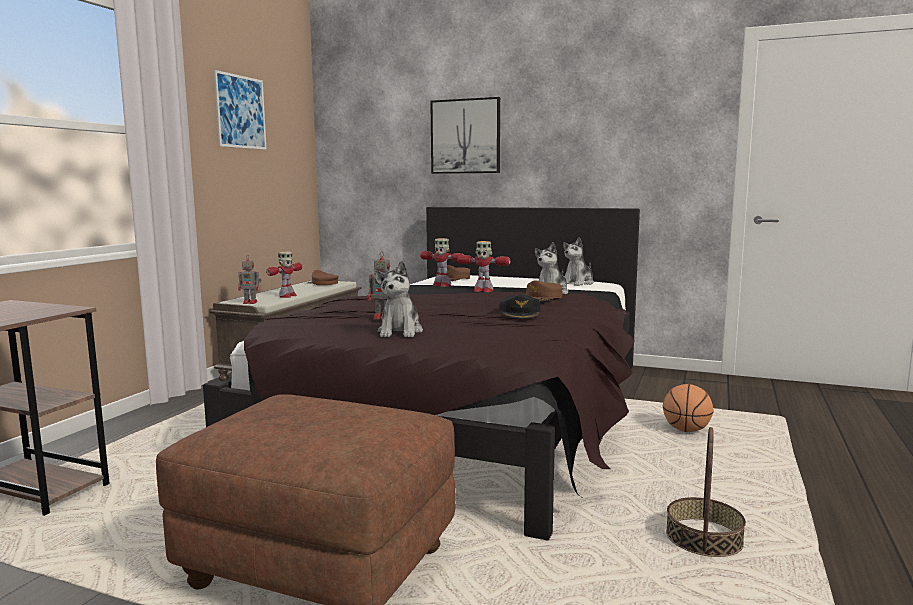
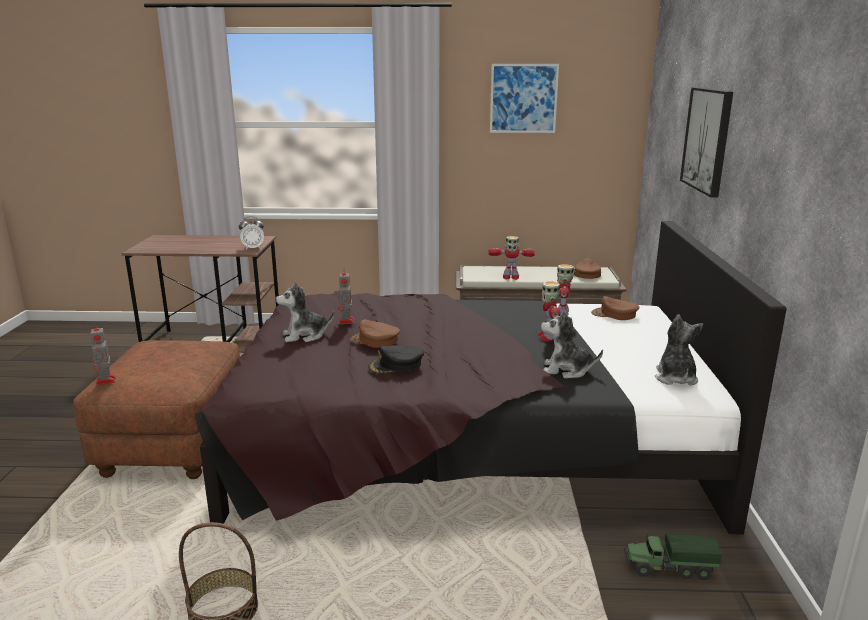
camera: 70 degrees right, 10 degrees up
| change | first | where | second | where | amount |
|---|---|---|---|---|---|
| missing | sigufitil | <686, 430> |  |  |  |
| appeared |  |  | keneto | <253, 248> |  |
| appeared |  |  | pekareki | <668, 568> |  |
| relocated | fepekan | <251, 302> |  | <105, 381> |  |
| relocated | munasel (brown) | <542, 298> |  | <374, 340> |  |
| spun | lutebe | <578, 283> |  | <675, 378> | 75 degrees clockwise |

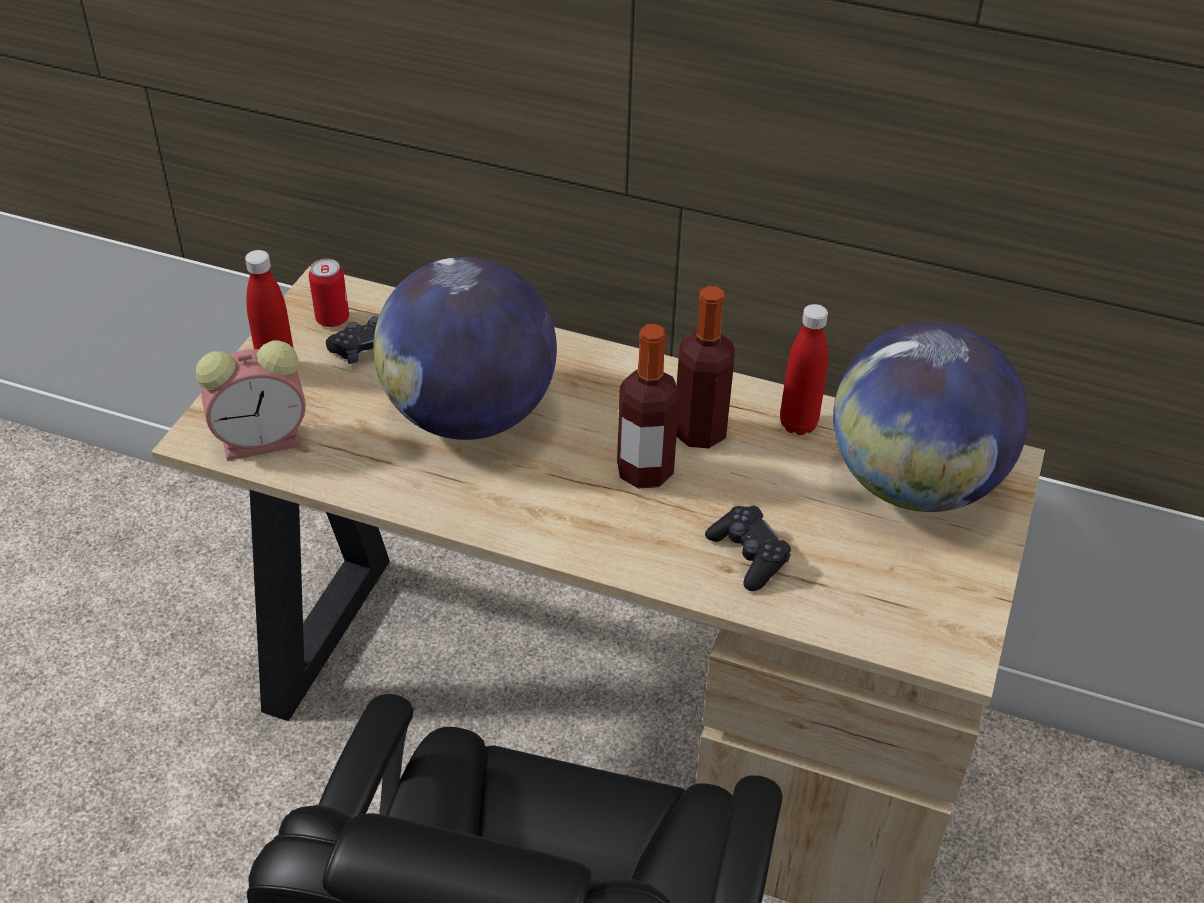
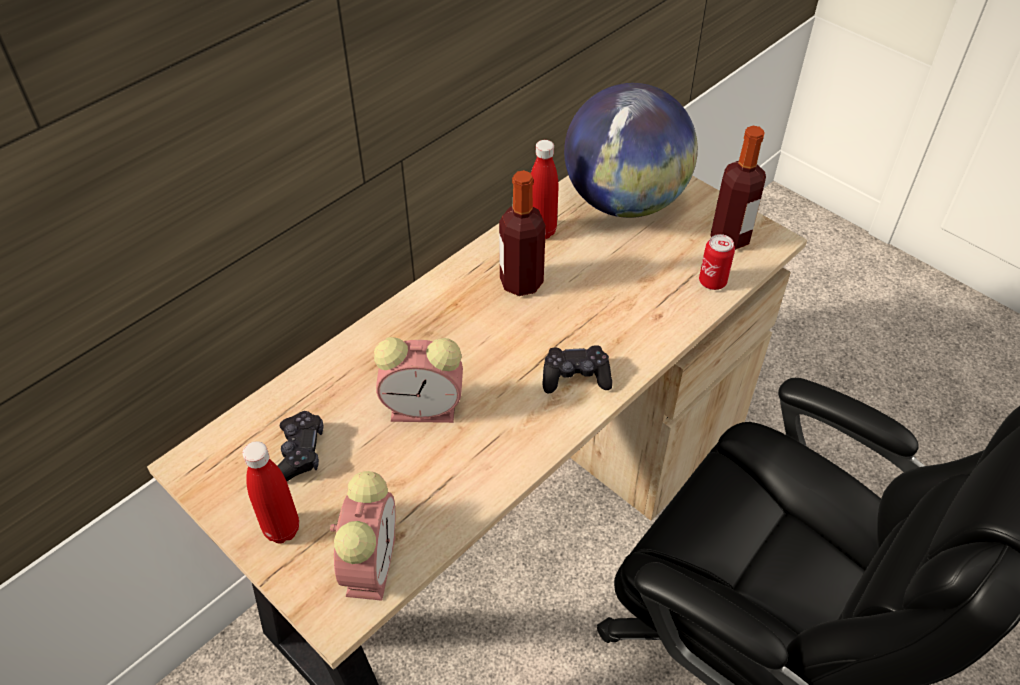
camera: 65 degrees left, 5 degrees up
| change | first | where | second | where | amount |
|---|---|---|---|---|---|
| relocated | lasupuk | <332, 319> |  | <712, 282> |  |
| relocated | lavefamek | <645, 471> |  | <730, 237> |  |
| relocated | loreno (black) | <748, 555> |  | <575, 377> |  |
| exchanged | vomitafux | <469, 415> | keneto | <426, 408> |  |

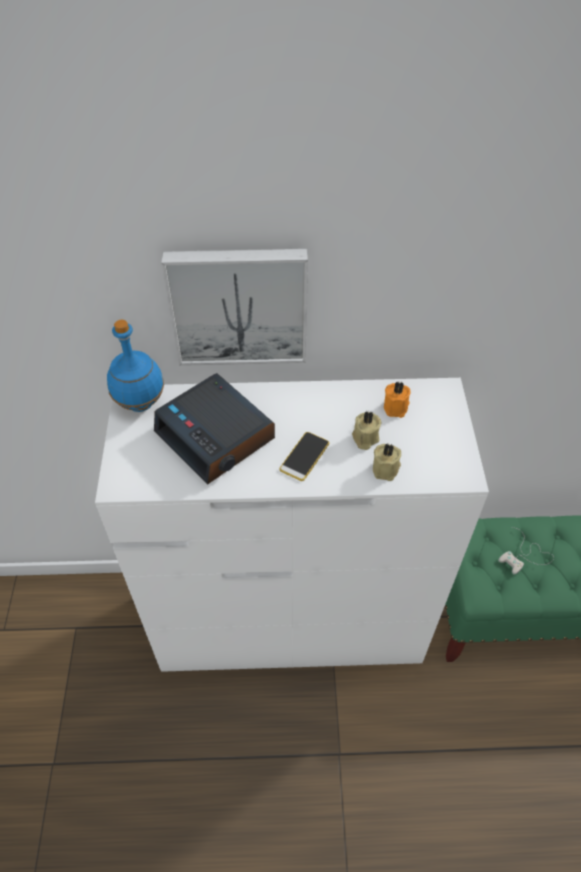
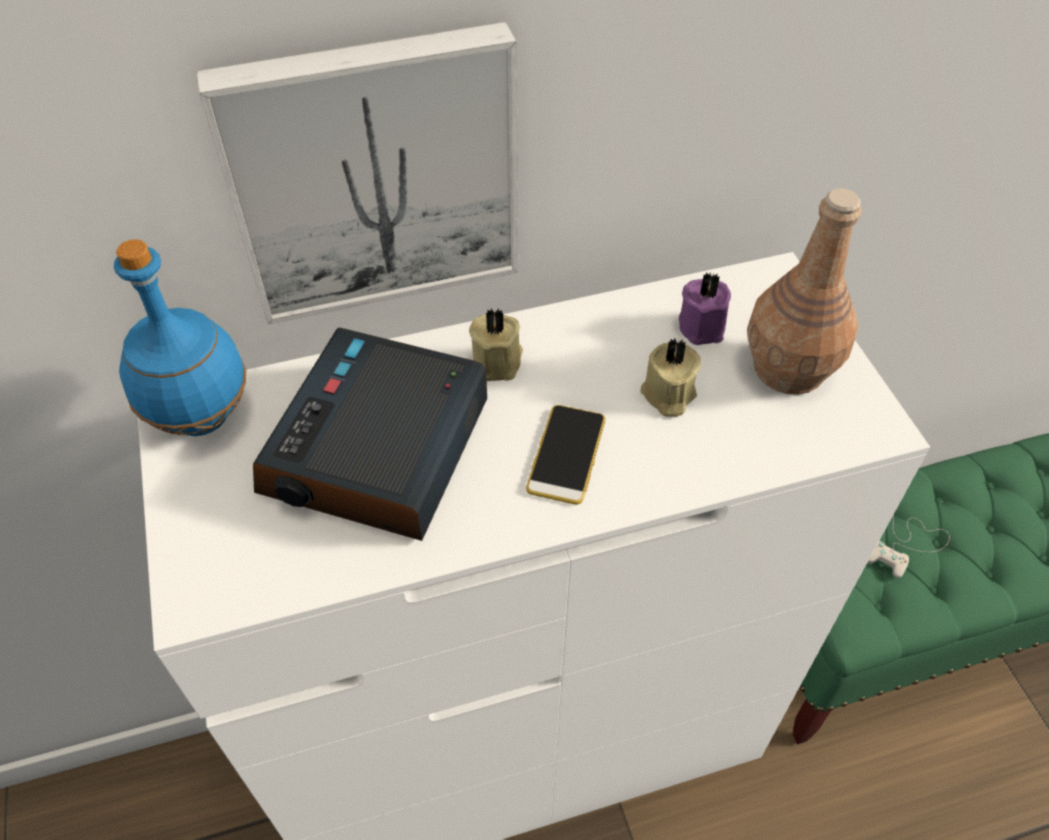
camera: 15 degrees left, 0 degrees up
| change | first | where | second | where | amount |
|---|---|---|---|---|---|
| appeared |  |  | lavefamek (brown) | <790, 369> |  |
| relocated | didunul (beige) | <386, 469> |  | <499, 361> |  |
| colour | didunul (orange) | <396, 407> | didunul (purple) | <703, 326> |  |
| spun | keneto | <216, 436> |  | <378, 450> | 75 degrees clockwise |

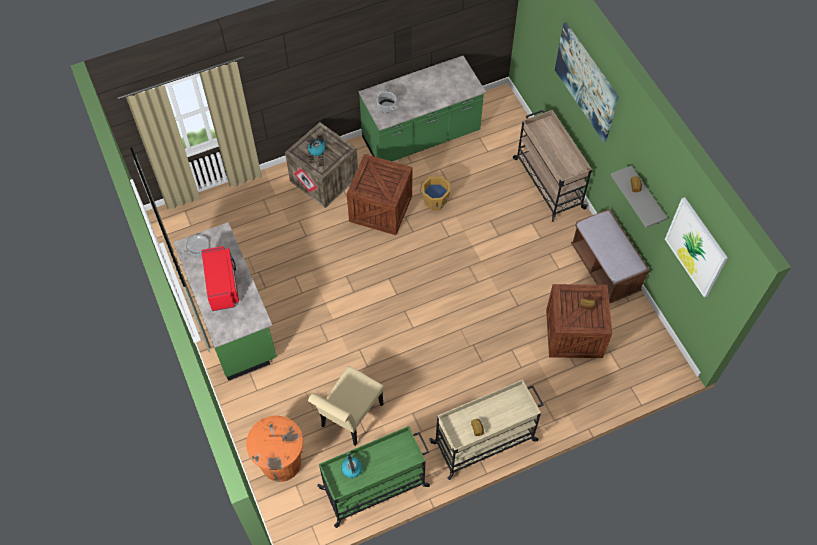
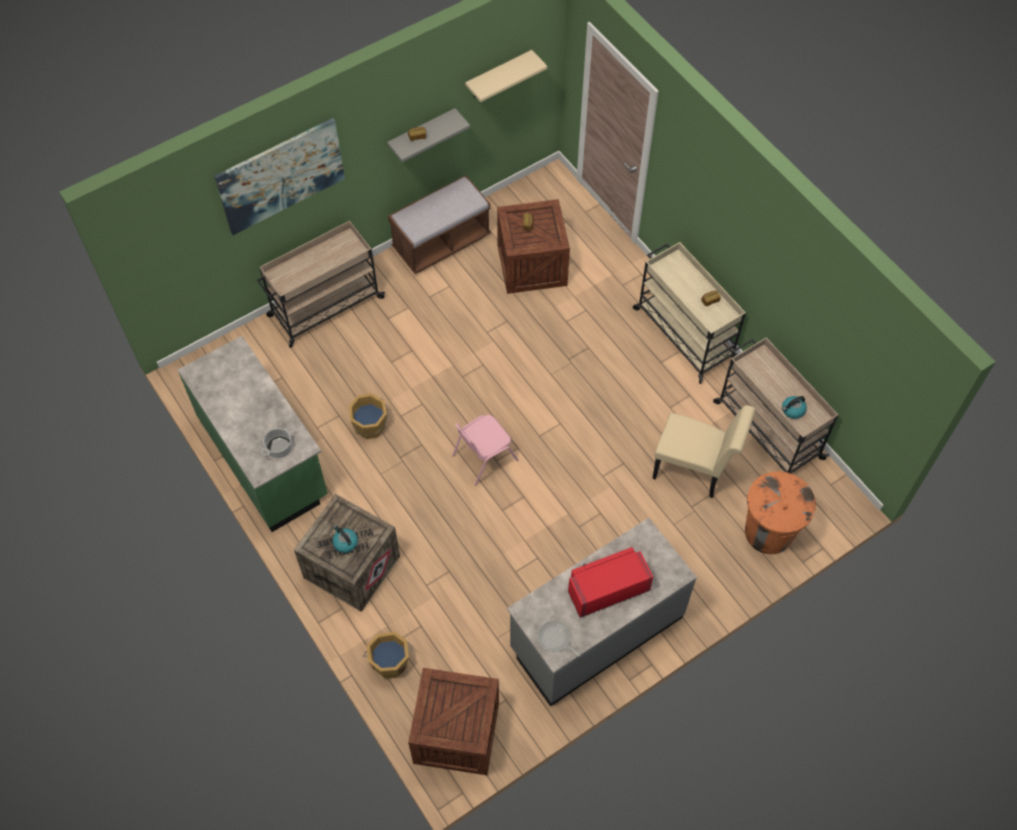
camera: 100 degrees left, 0 degrees up
| change | first | where | second | where | amount |
|---|---|---|---|---|---|
| appeared |  |  | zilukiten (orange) | <390, 662> |  |
| appeared |  |  | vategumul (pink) | <483, 457> |  |
| relocated | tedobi | <379, 209> |  | <457, 734> |  |
| exchanged | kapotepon | <696, 247> | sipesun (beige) | <498, 75> |  |
| colour | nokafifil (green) | <234, 320> | nokafifil (grey) | <596, 632> |  |
| colour | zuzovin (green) | <375, 487> | zuzovin (beige) | <767, 429> |  |

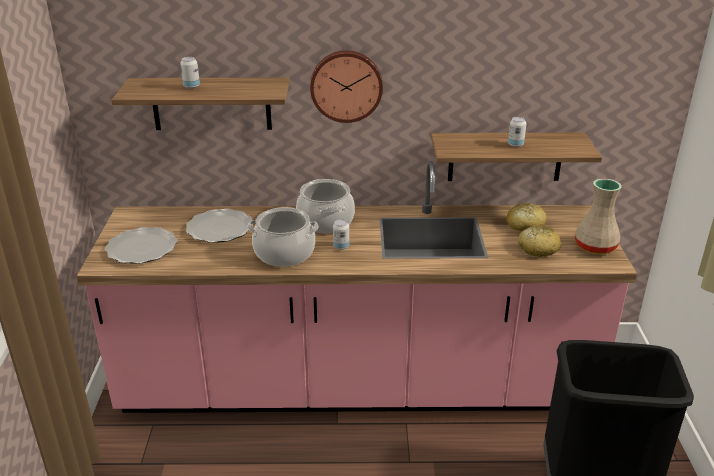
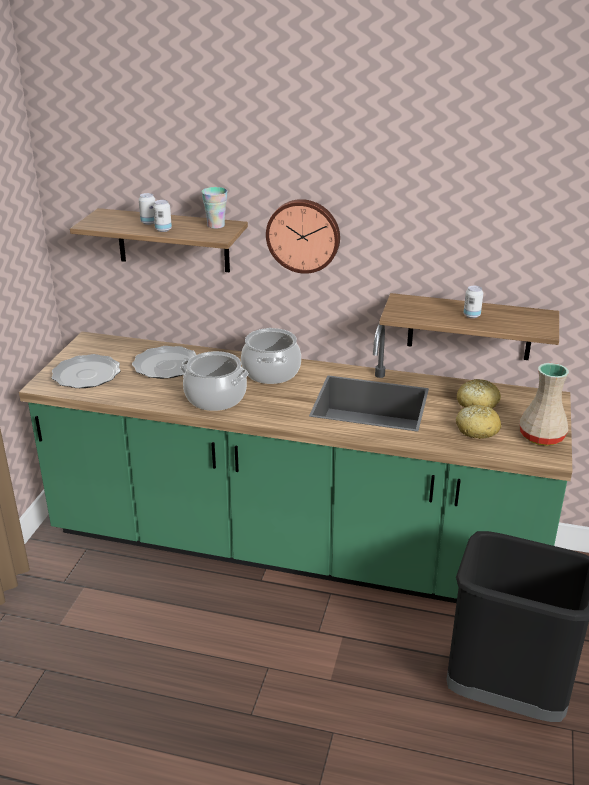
camera: 15 degrees right, 0 degrees up
| change | first | where | second | where | amount |
|---|---|---|---|---|---|
| appeared |  |  | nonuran | <216, 225> |  |
| relocated | lasupuk | <341, 246> |  | <163, 230> |  |
| colour | nokafifil (pink) | <357, 388> | nokafifil (green) | <294, 549> |  |

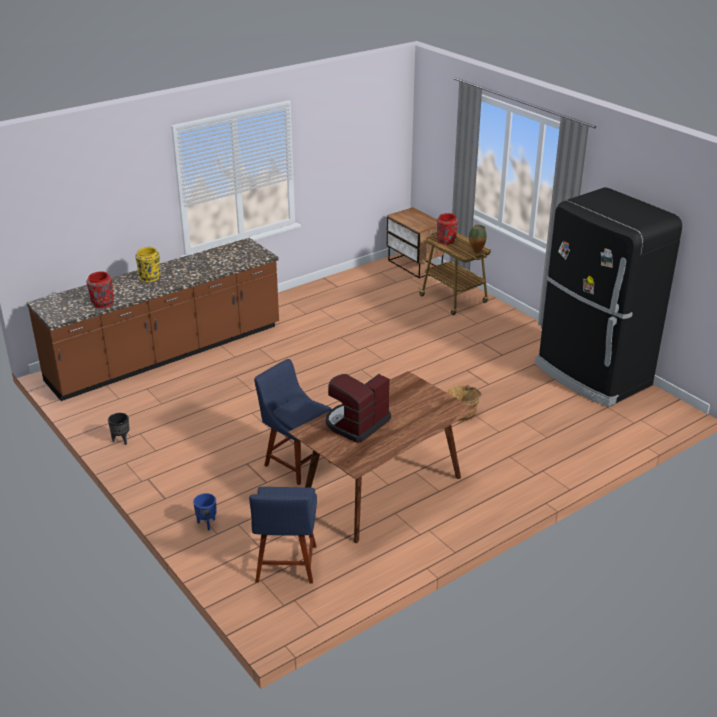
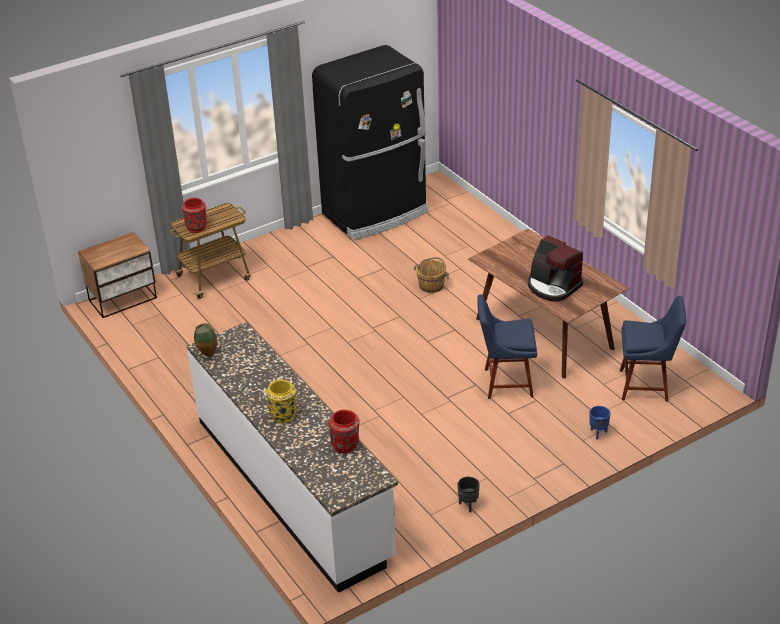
camera: 85 degrees left, 5 degrees up
| change | first | where | second | where | amount |
|---|---|---|---|---|---|
| relocated | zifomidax | <476, 251> |  | <207, 355> |  |
| colour | nokafifil (brown) | <167, 354> | nokafifil (white) | <293, 487> |  |
| spun | vategumul (blue) | <296, 462> |  | <505, 383> | 45 degrees clockwise |

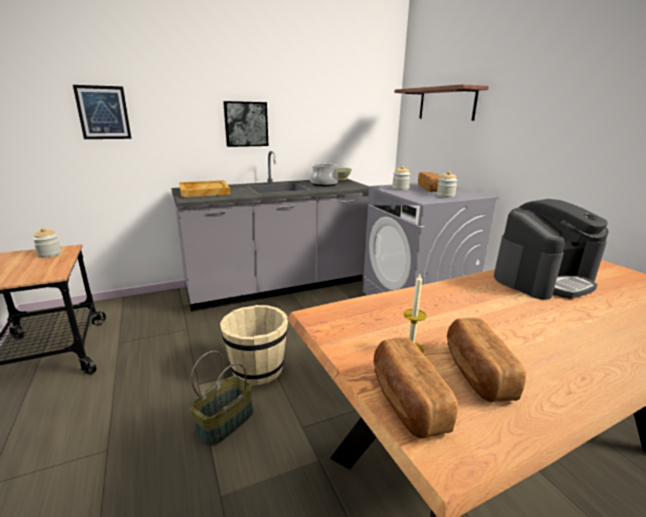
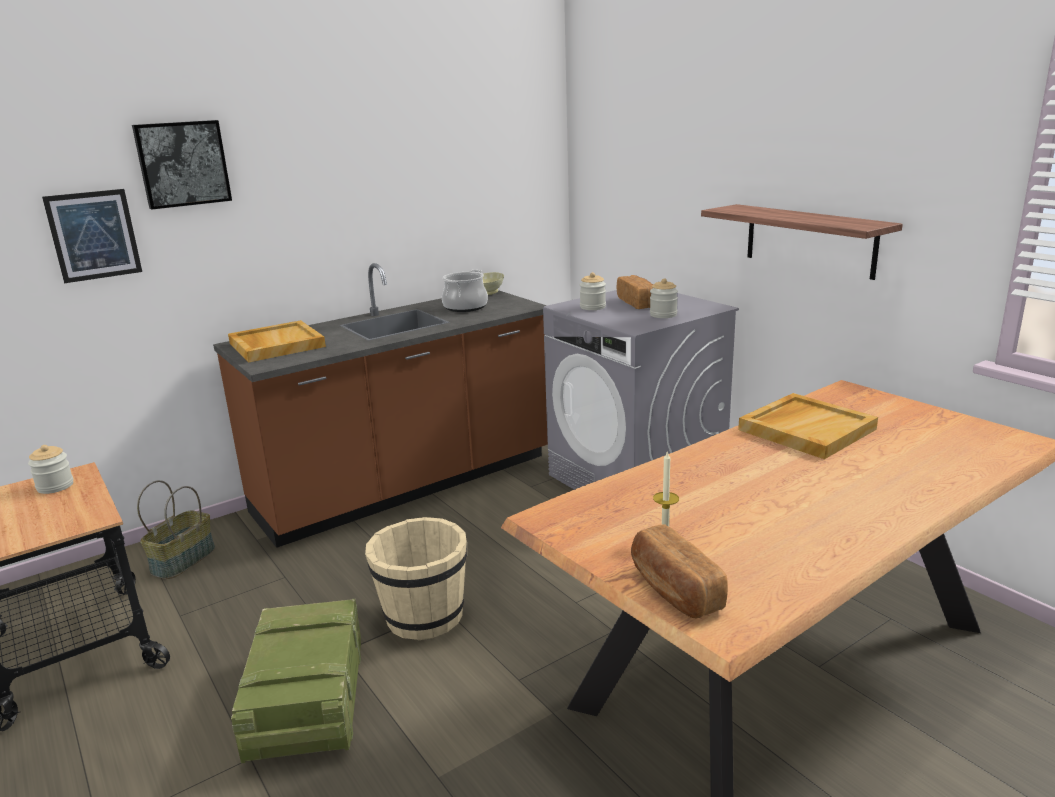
camera: 10 degrees left, 0 degrees up
| change | first | where | second | where | amount |
|---|---|---|---|---|---|
| missing | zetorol | <476, 372> |  |  |  |
| appeared |  |  | tedobi | <308, 700> |  |
| relocated | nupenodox | <225, 422> |  | <183, 560> |  |
| relocated | kapotepon | <246, 124> |  | <182, 164> |  |
| relocated | sipesun | <446, 104> |  | <809, 240> |  |
| exchanged | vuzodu | <543, 279> | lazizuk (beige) | <806, 429> |  |
| colour | nokafifil (grey) | <278, 287> | nokafifil (brown) | <407, 486> |  |

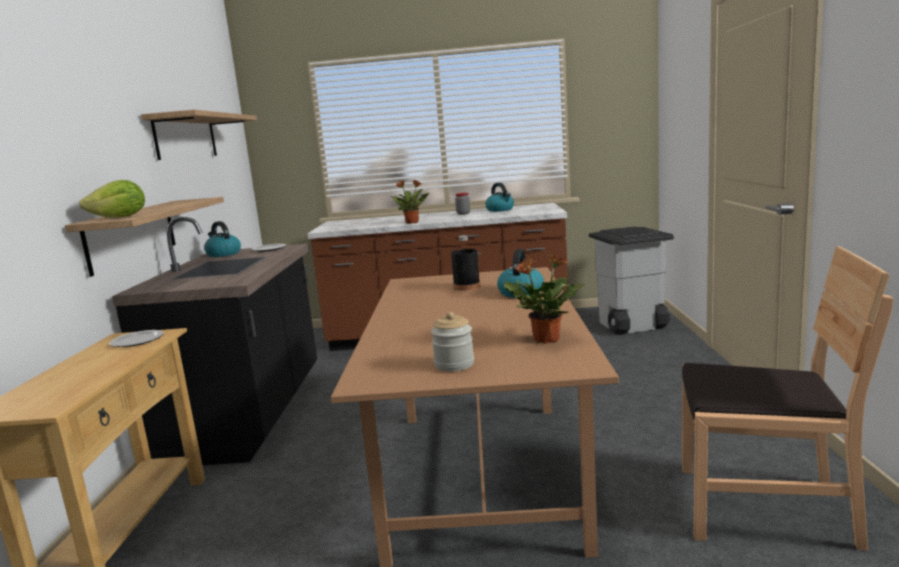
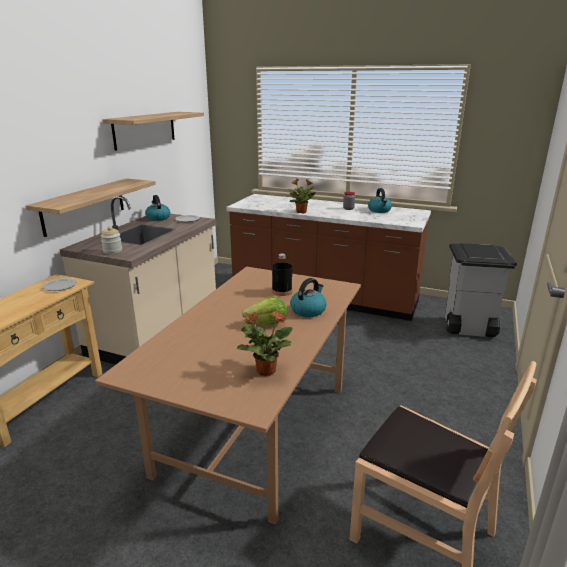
camera: 20 degrees right, 10 degrees up
| change | first | where | second | where | amount |
|---|---|---|---|---|---|
| relocated | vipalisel | <120, 217> |  | <268, 324> |  |
| relocated | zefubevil | <454, 364> |  | <112, 251> |  |
| colour | nokafifil (black) | <251, 414> | nokafifil (beige) | <157, 331> |  |

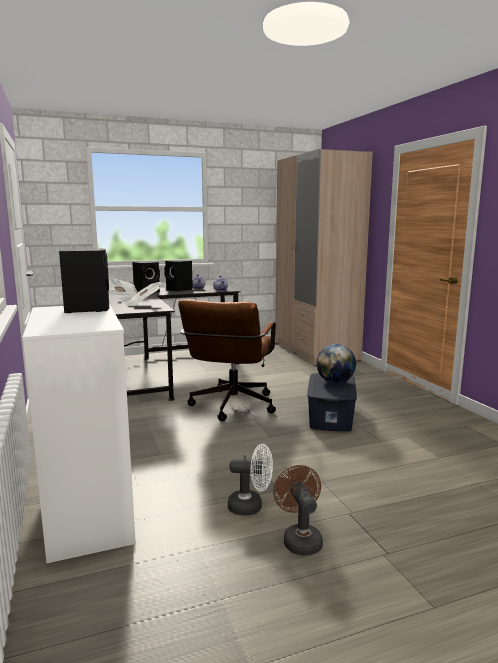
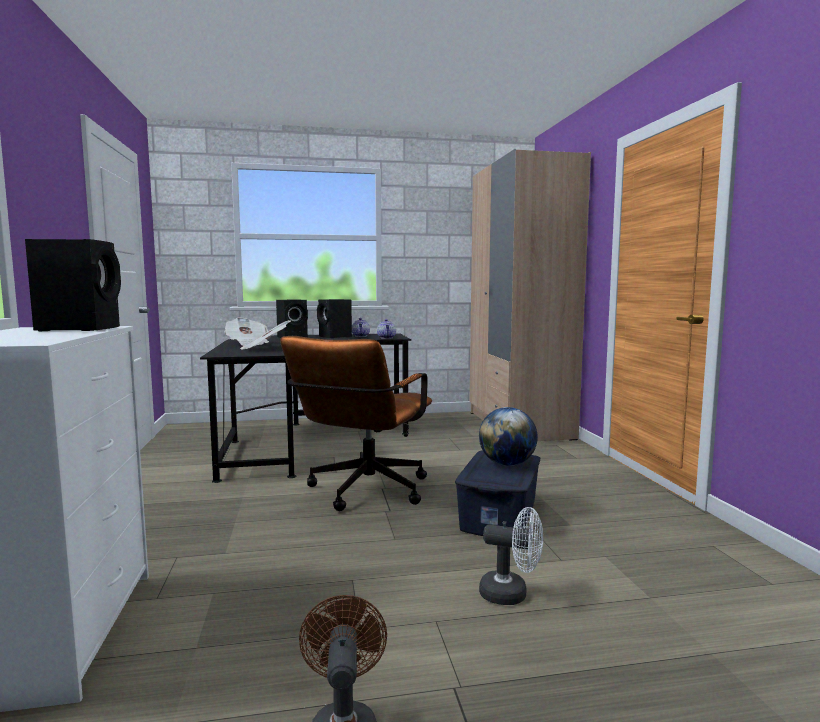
camera: 10 degrees right, 5 degrees down
| change | first | where | second | where | amount |
|---|---|---|---|---|---|
| relocated | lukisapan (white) | <251, 506> |  | <511, 594> |  |

